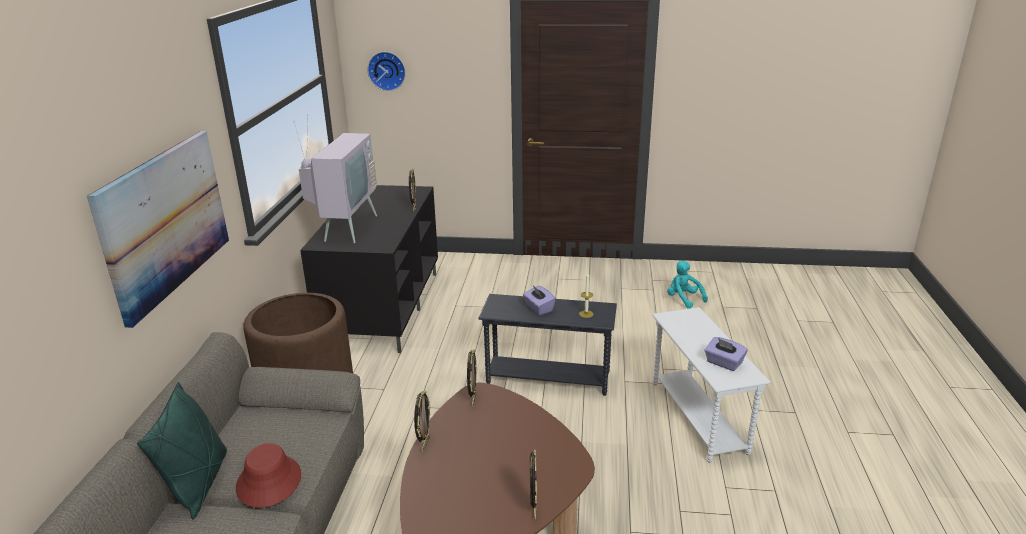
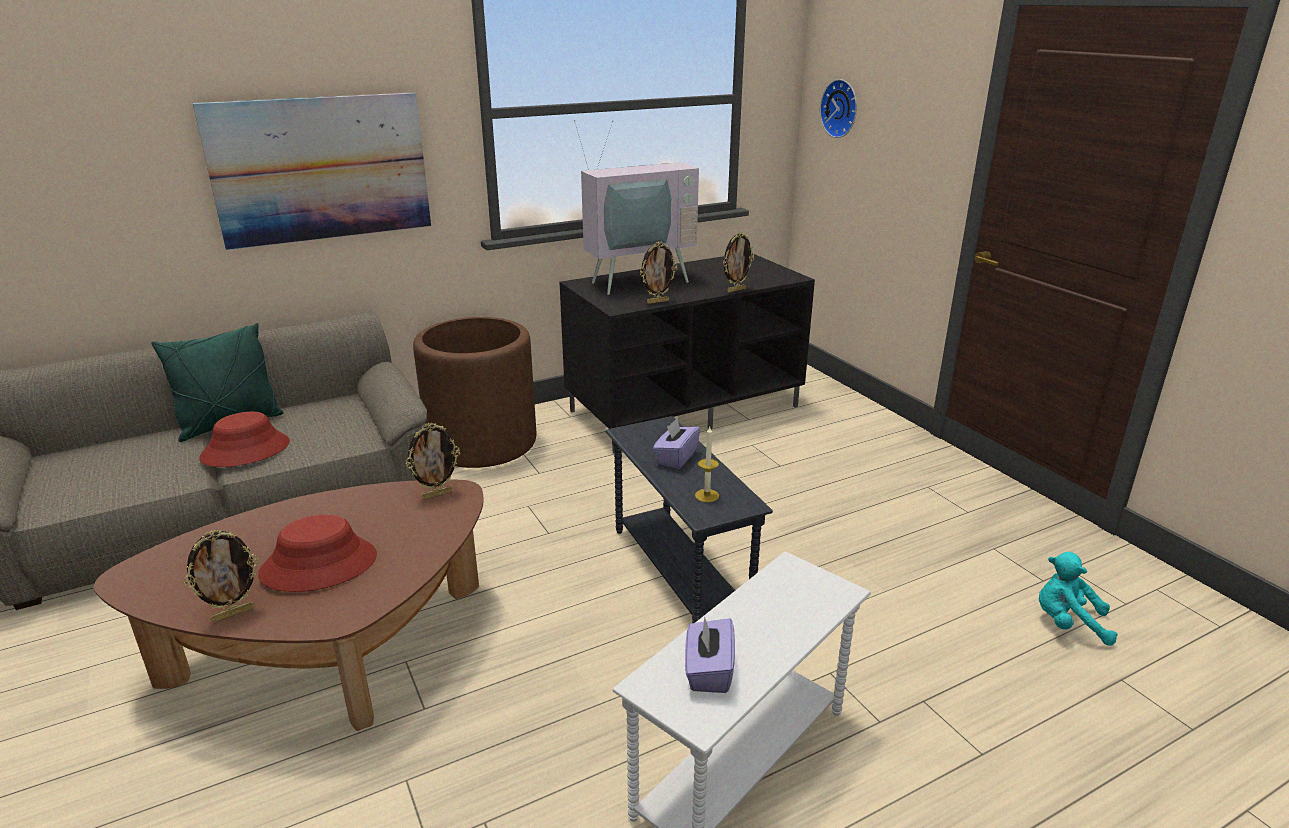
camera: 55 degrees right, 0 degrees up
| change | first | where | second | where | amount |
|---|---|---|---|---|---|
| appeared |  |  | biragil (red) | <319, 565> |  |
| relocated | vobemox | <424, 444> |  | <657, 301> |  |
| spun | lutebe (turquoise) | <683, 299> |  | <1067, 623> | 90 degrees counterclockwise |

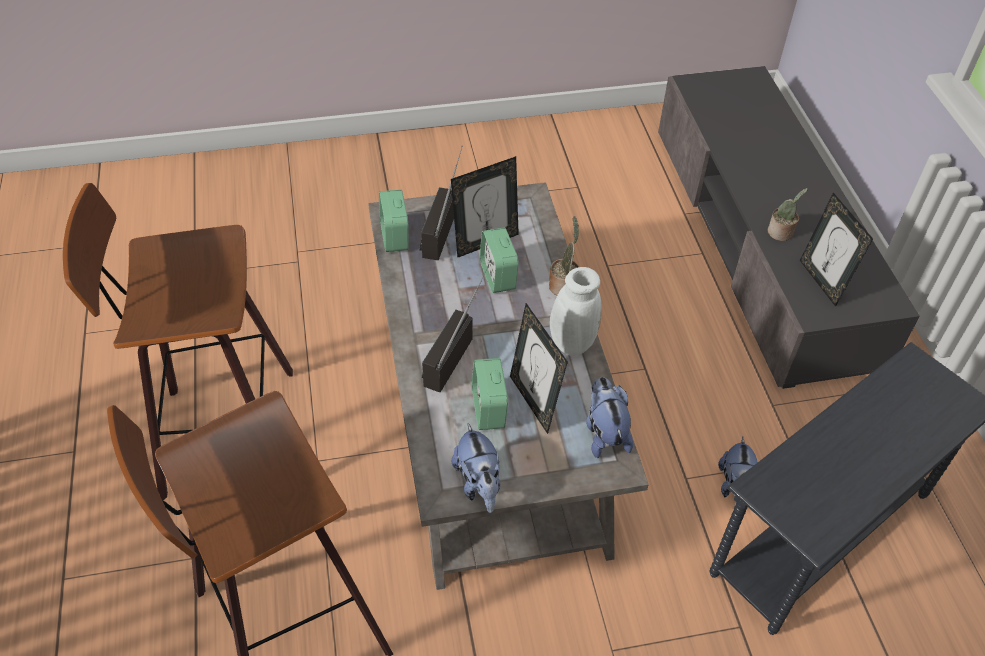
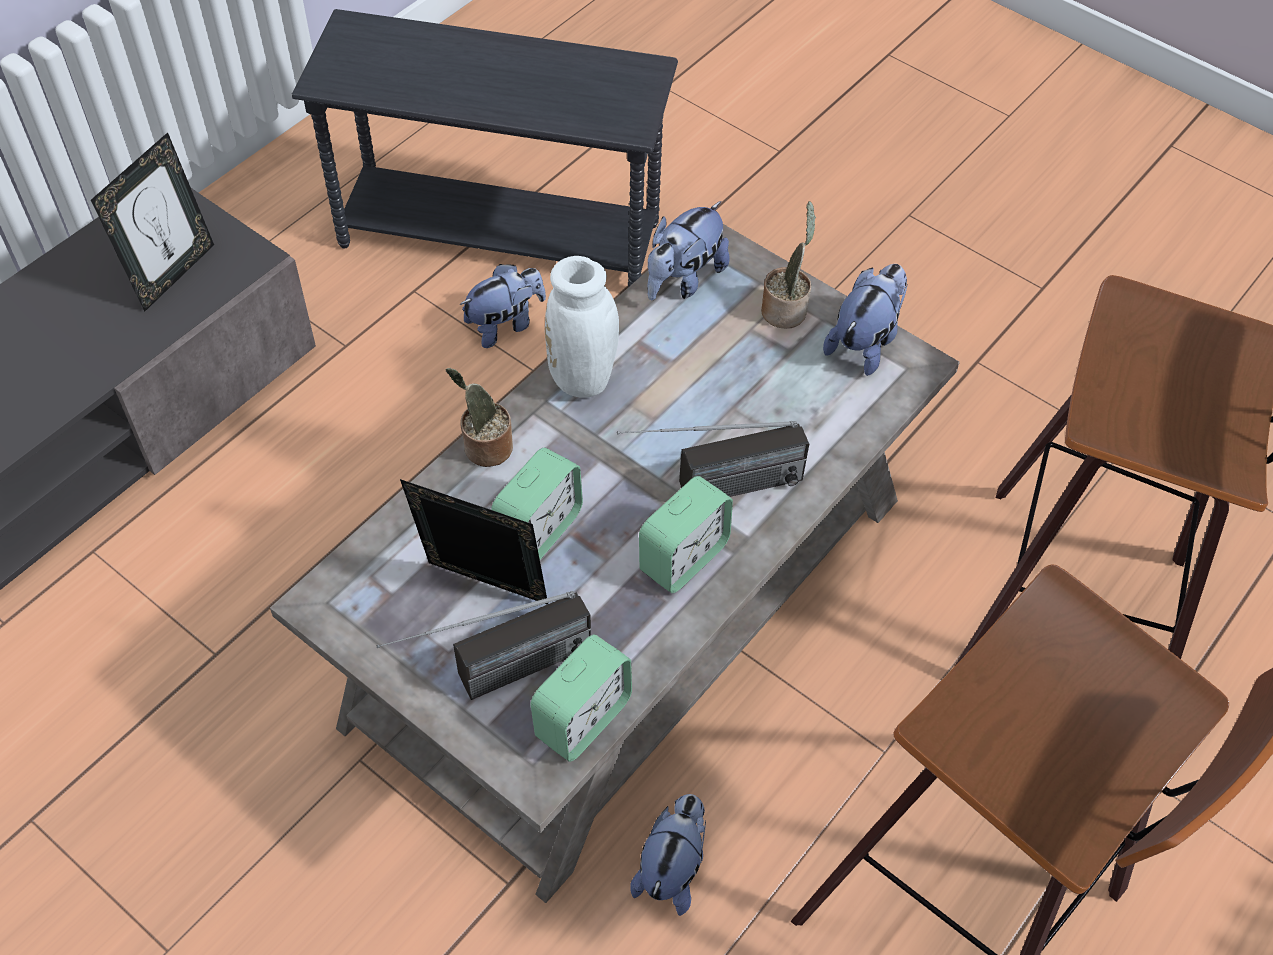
camera: 130 degrees left, 5 degrees up
| change | first | where | second | where | amount |
|---|---|---|---|---|---|
| missing | vobemox | <534, 402> |  |  |  |
| appeared |  |  | lutebe | <672, 868> |  |
| relocated | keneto | <489, 409> |  | <683, 557> |  |
| relocated | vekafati | <781, 233> |  | <785, 309> |  |

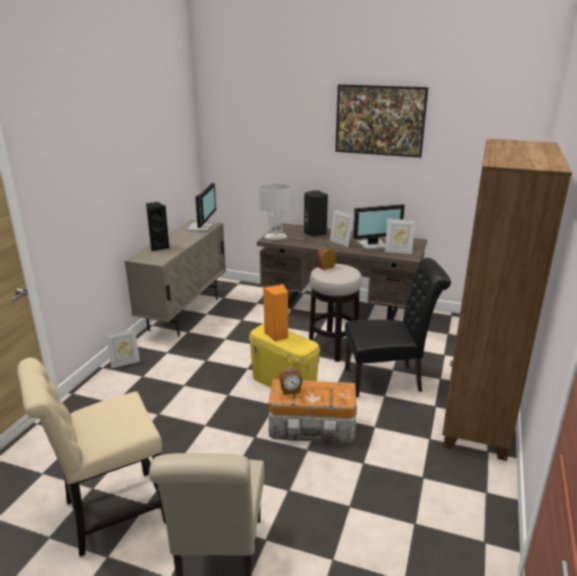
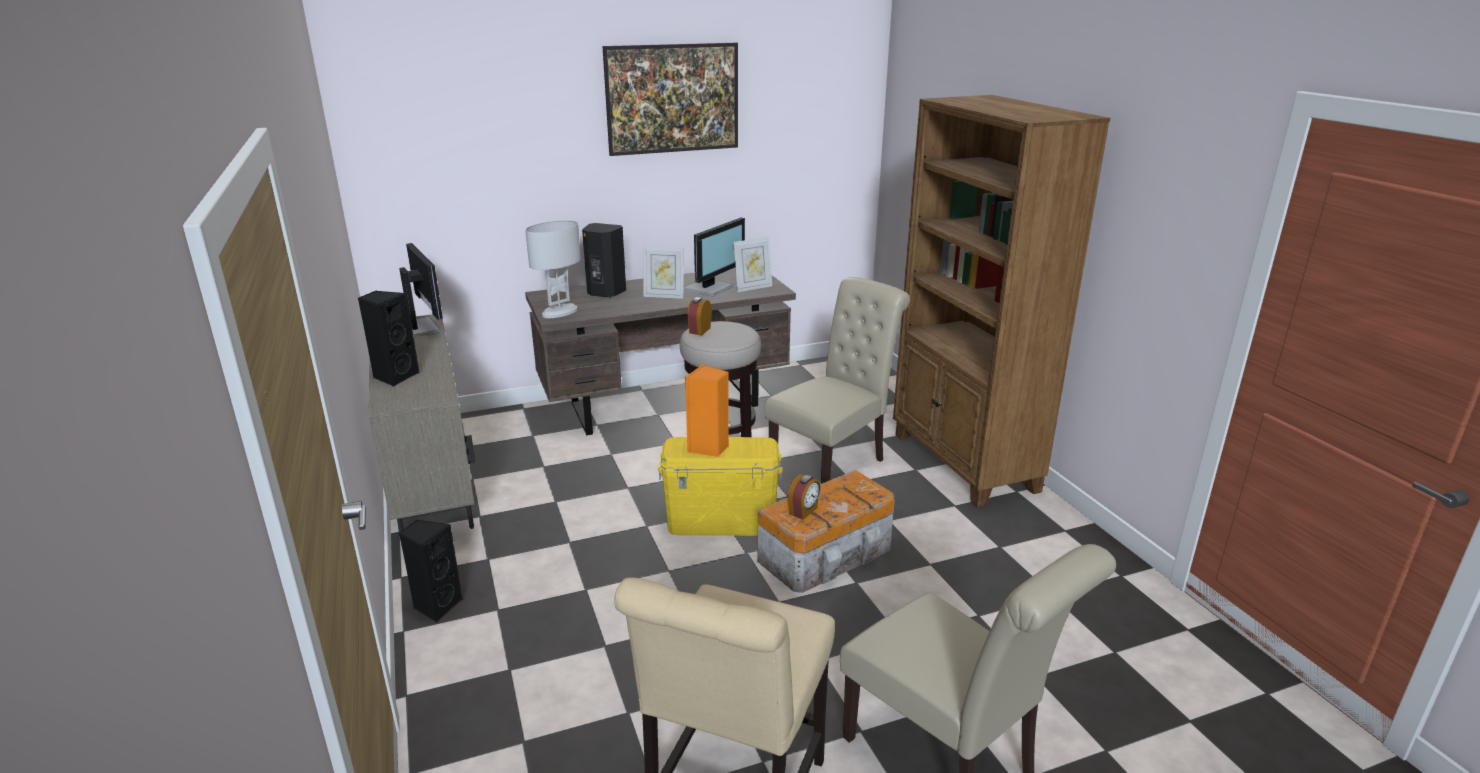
camera: 40 degrees left, 0 degrees up
| change | first | where | second | where | amount |
|---|---|---|---|---|---|
| exchanged | vobemox | <125, 363> | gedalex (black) | <437, 606> |  |
| colour | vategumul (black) | <388, 380> | vategumul (beige) | <833, 463> |  |

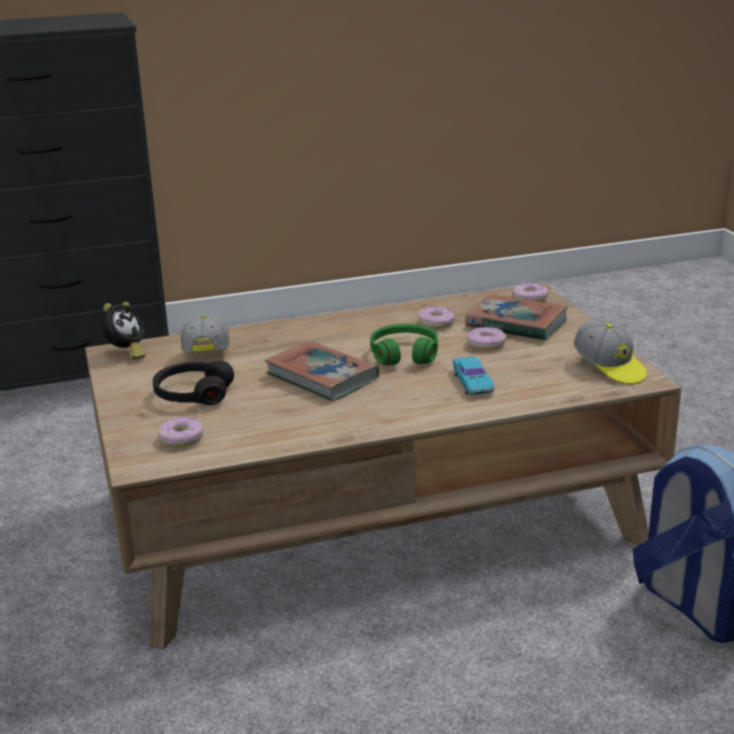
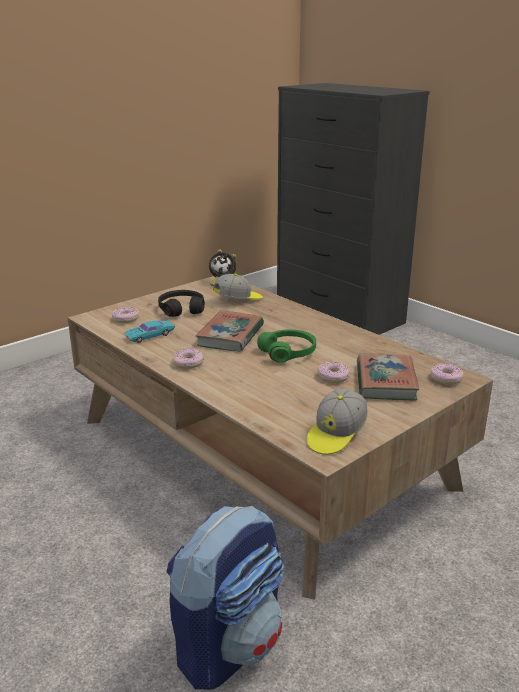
camera: 65 degrees right, 0 degrees up
| change | first | where | second | where | amount |
|---|---|---|---|---|---|
| relocated | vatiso | <436, 323> |  | <188, 363> |  |
| relocated | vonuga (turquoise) | <472, 382> |  | <150, 335> |  |

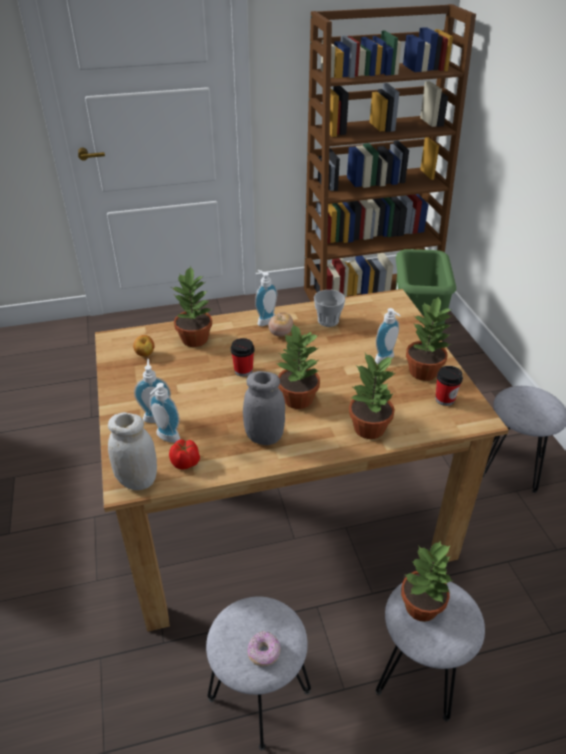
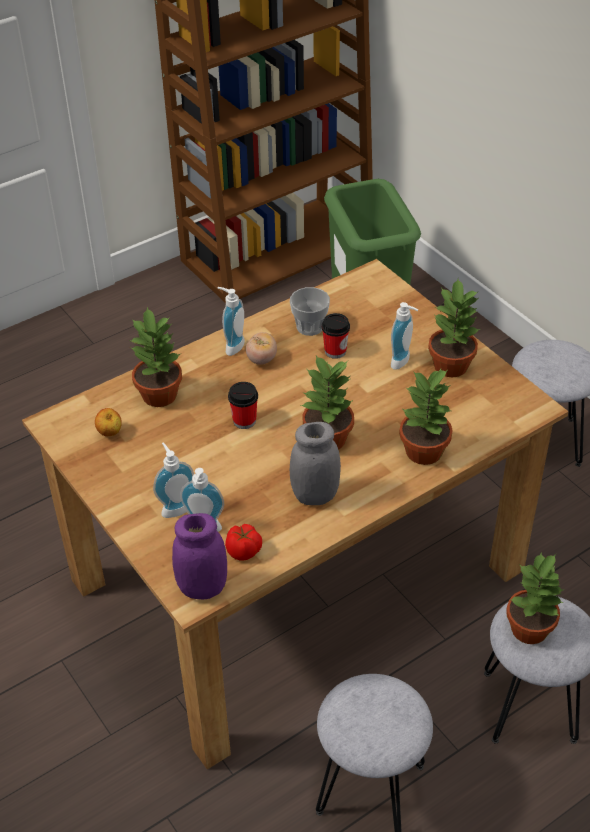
camera: 20 degrees left, 5 degrees up
| change | first | where | second | where | amount |
|---|---|---|---|---|---|
| missing | vatiso | <264, 653> |  |  |  |
| relocated | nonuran | <444, 399> |  | <335, 351> |  |
| colour | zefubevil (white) | <138, 480> | zefubevil (purple) | <202, 587> |  |

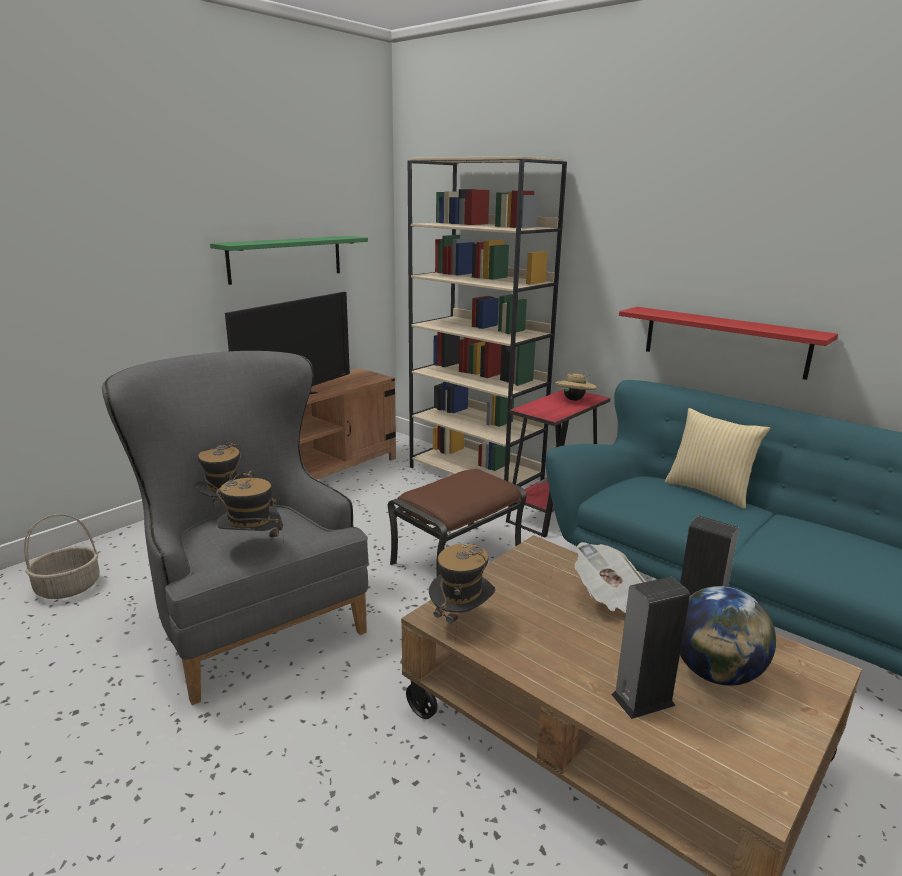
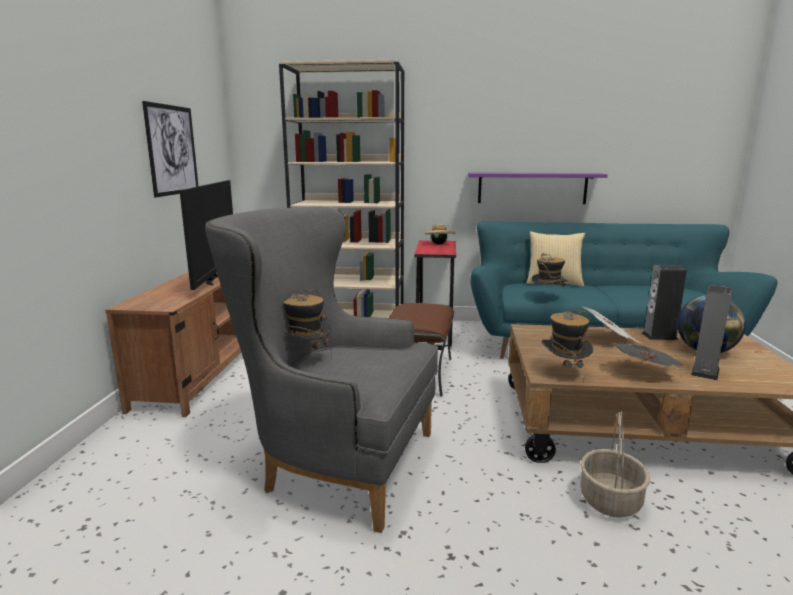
camera: 35 degrees left, 5 degrees down
| change | first | where | second | where | amount |
|---|---|---|---|---|---|
| appeared |  |  | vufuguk | <645, 372> |  |
| relocated | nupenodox | <67, 588> |  | <611, 501> |  |
| relocated | biragil | <252, 548> |  | <548, 298> |  |
| exchanged | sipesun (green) | <286, 259> | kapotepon | <172, 150> |  |
| colour | sipesun (red) | <724, 341> | sipesun (purple) | <532, 188> |  |

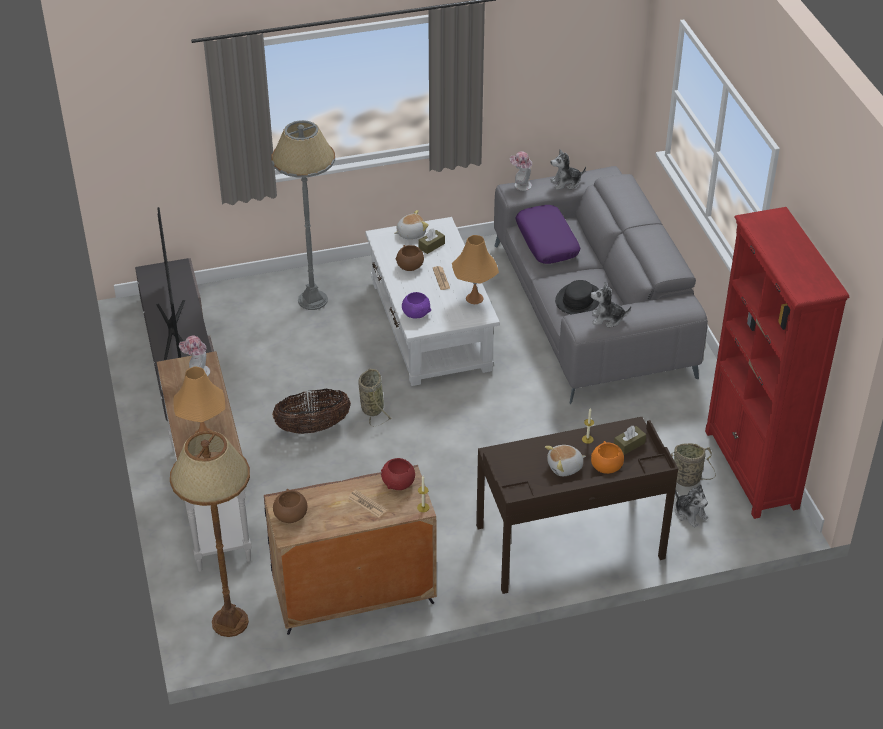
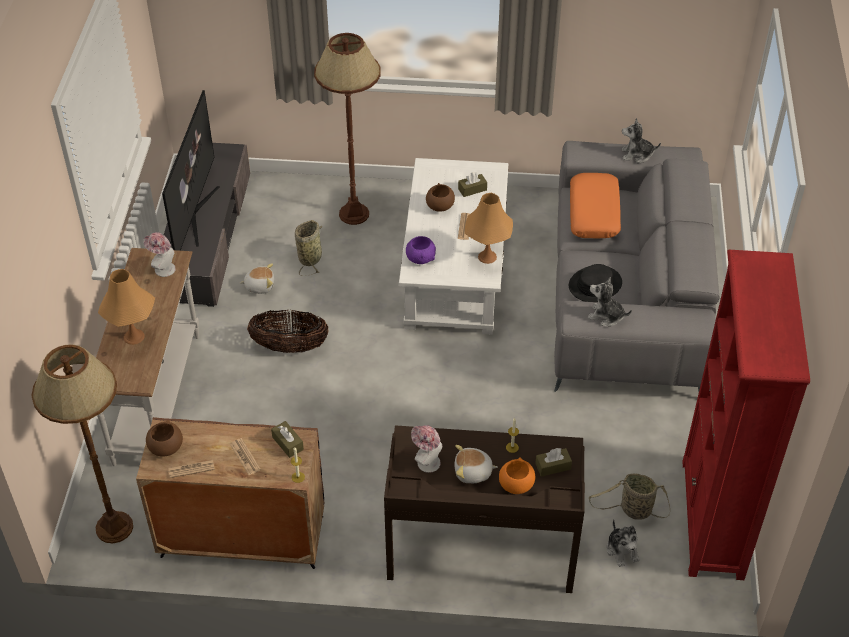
camera: 20 degrees right, 5 degrees up
| change | first | where | second | where | amount |
|---|---|---|---|---|---|
| appeared |  |  | vufuguk | <191, 469> |  |
| relocated | nupenodox | <372, 407> |  | <310, 257> |  |
| relocated | lutebe | <410, 233> |  | <259, 286> |  |
| relocated | biragil | <520, 185> |  | <426, 461> |  |
| exchanged | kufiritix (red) | <398, 483> | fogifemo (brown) | <288, 443> |  |
| colour | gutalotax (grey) | <312, 300> | gutalotax (brown) | <354, 214> |  |
| colour | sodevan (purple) | <547, 241> | sodevan (orange) | <594, 213> |  |

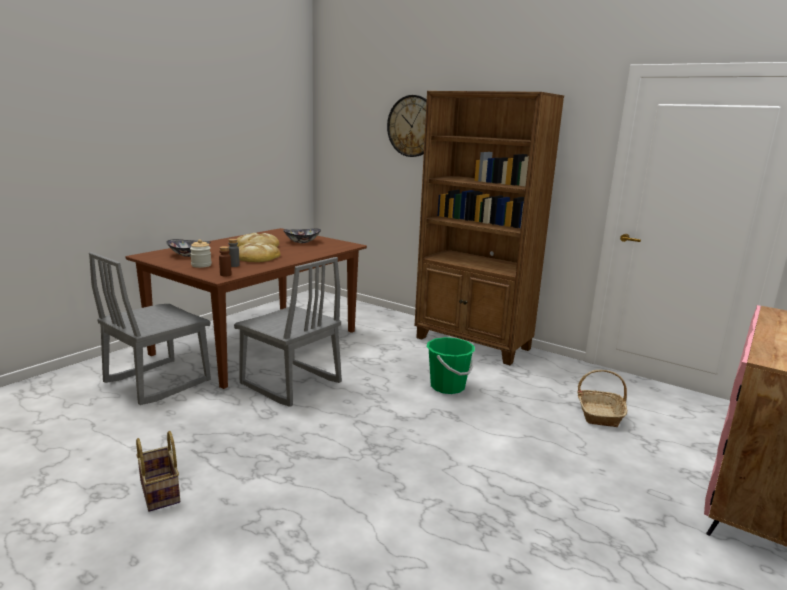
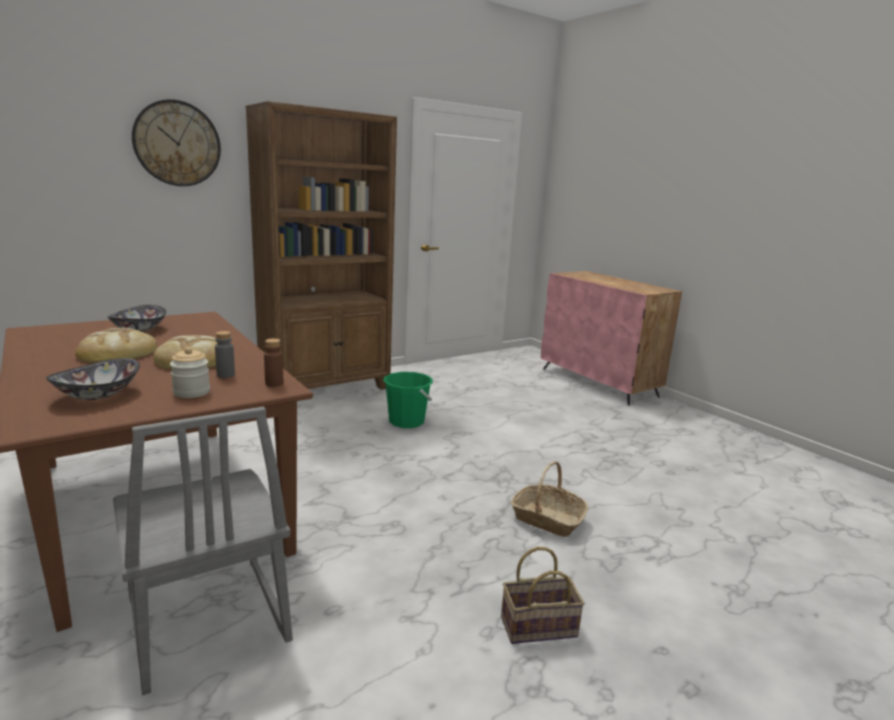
camera: 70 degrees left, 0 degrees up
| change | first | where | second | where | amount |
|---|---|---|---|---|---|
| missing | vategumul (grey) | <290, 384> |  |  |  |
| relocated | nupenodox | <599, 414> |  | <547, 519> |  |

